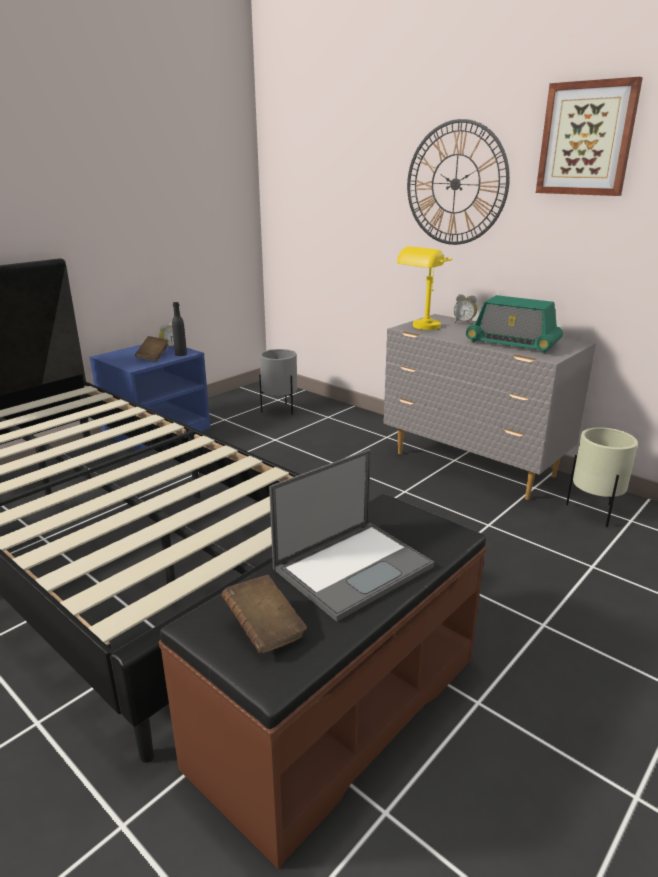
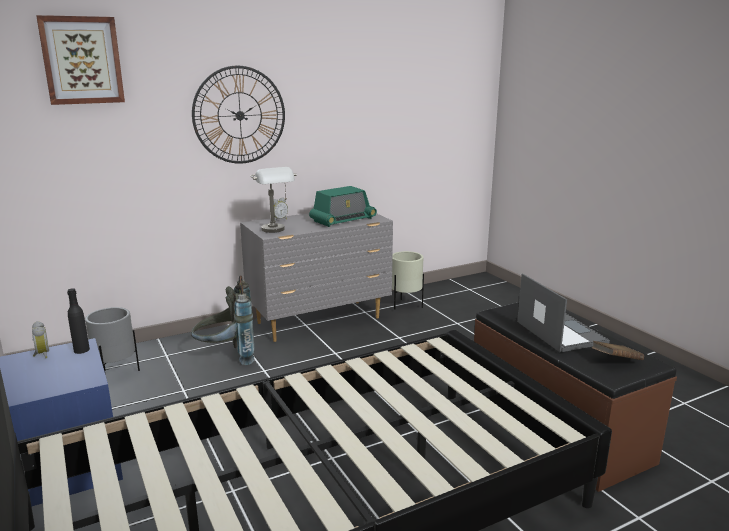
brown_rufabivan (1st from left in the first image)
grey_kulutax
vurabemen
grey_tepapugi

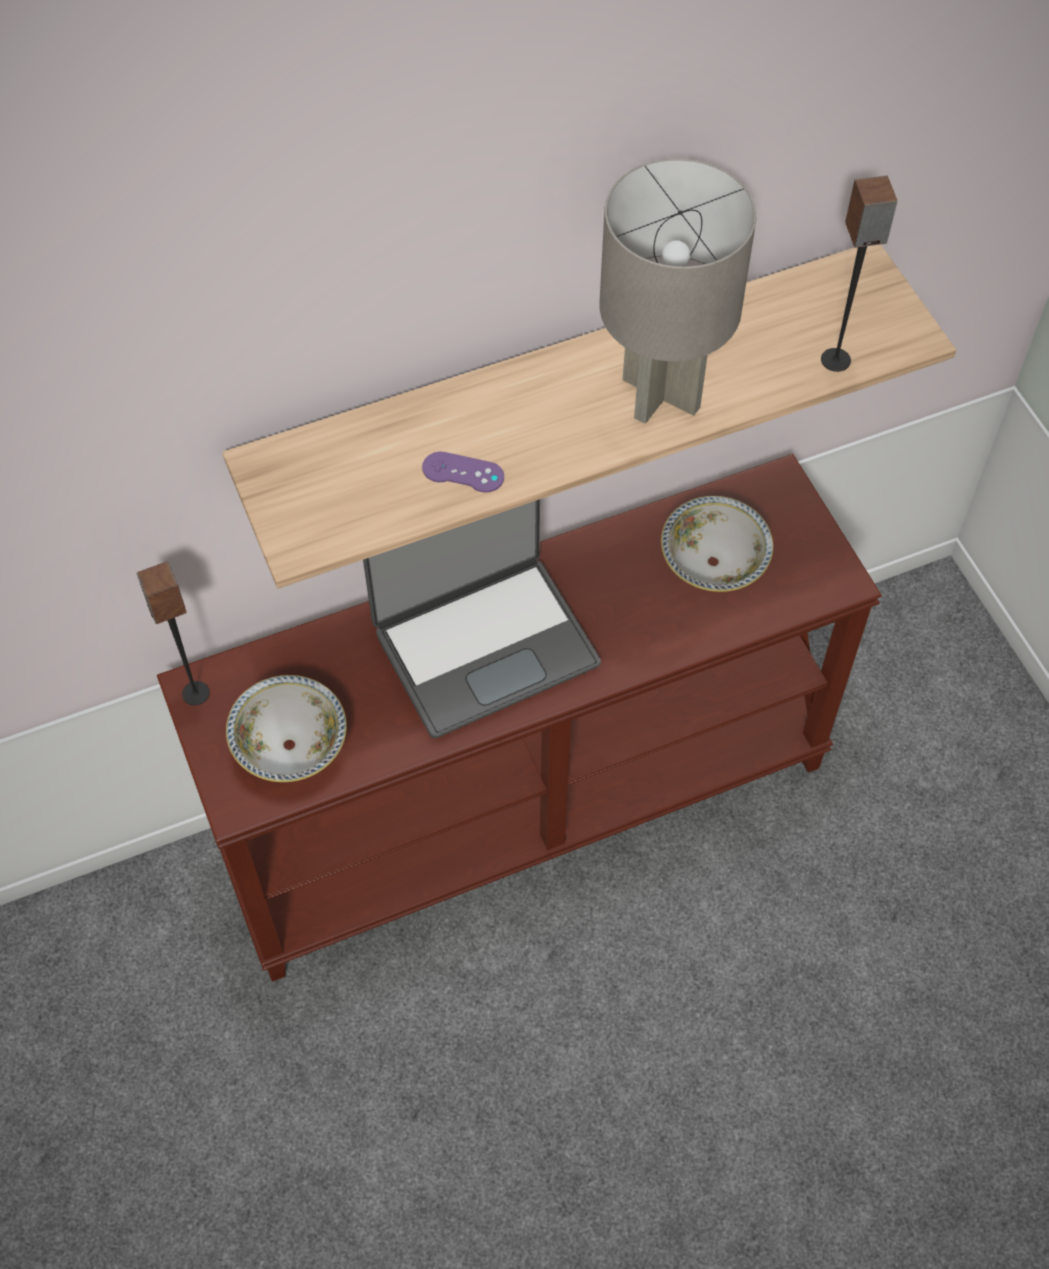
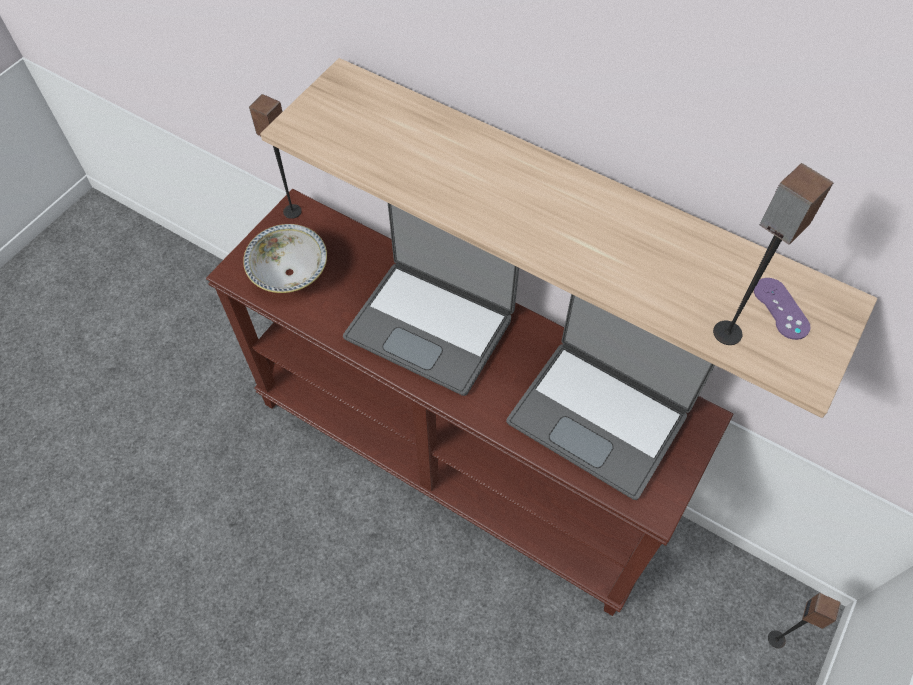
grey_tepapugi
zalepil (3rd from left)
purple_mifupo
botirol (2nd from left)

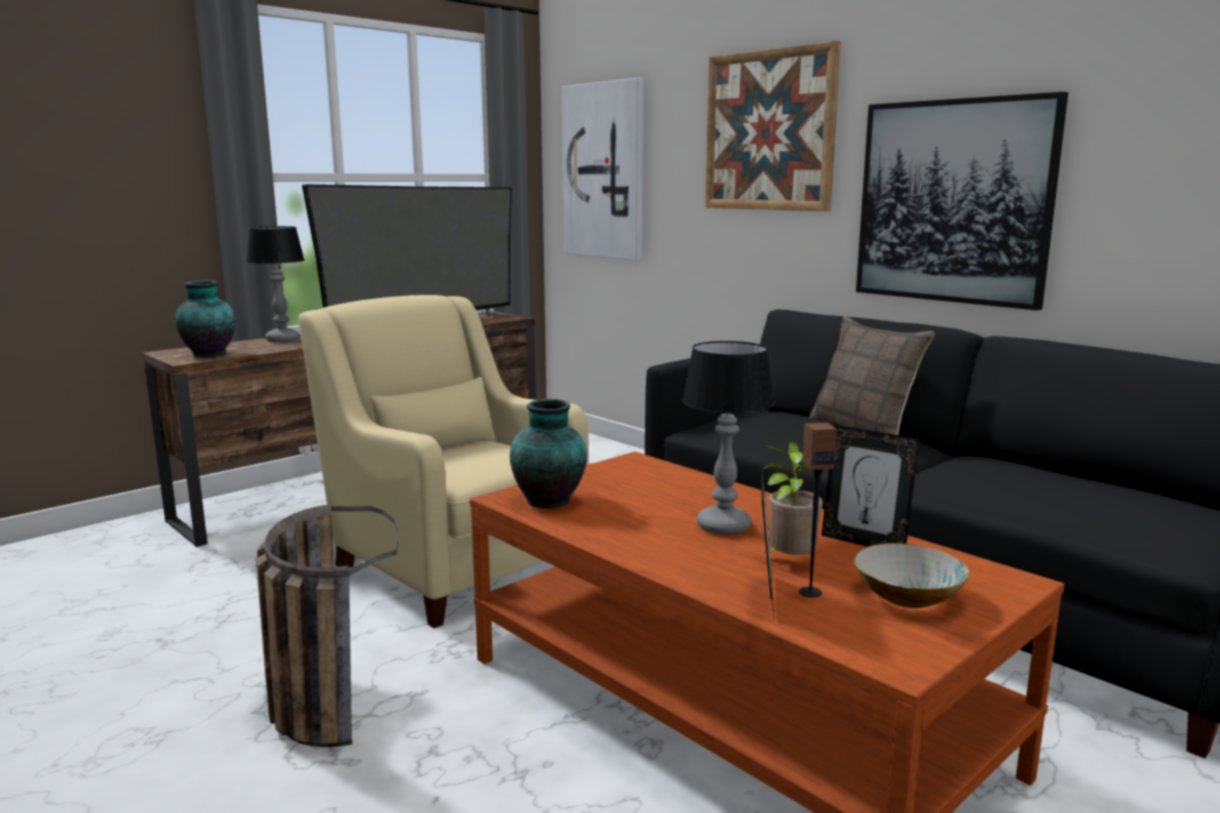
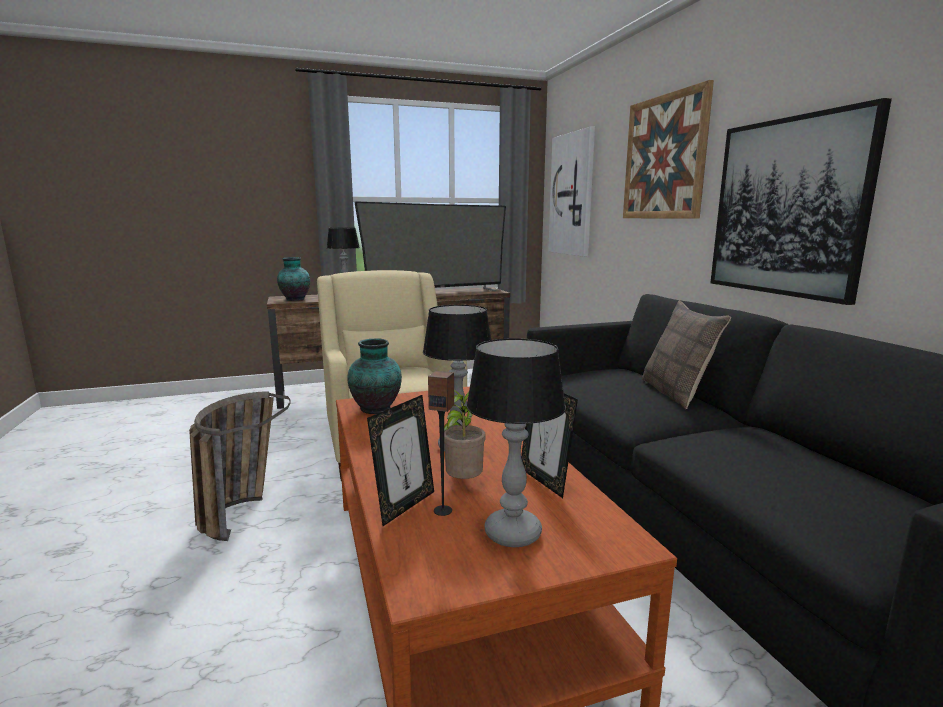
tepapugi (3rd from left)

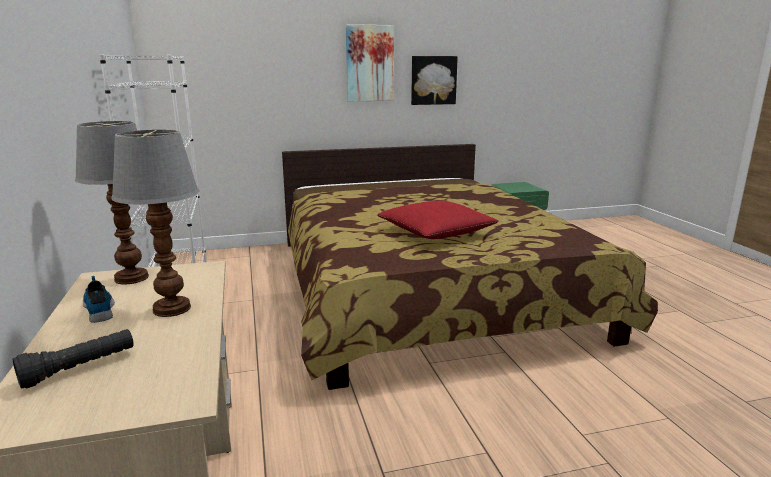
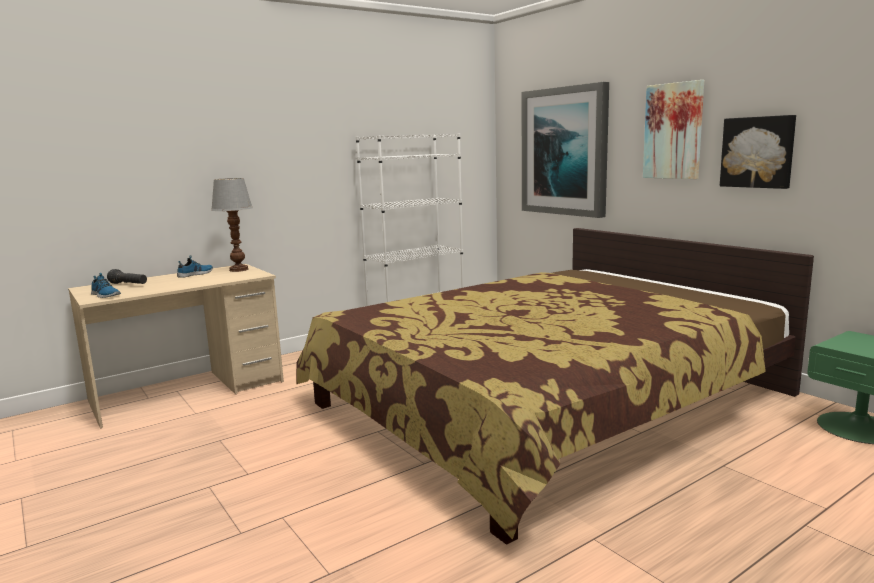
tepapugi (2nd from left in the first image)
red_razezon
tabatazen (1st from left)
vurabemen (1st from left)

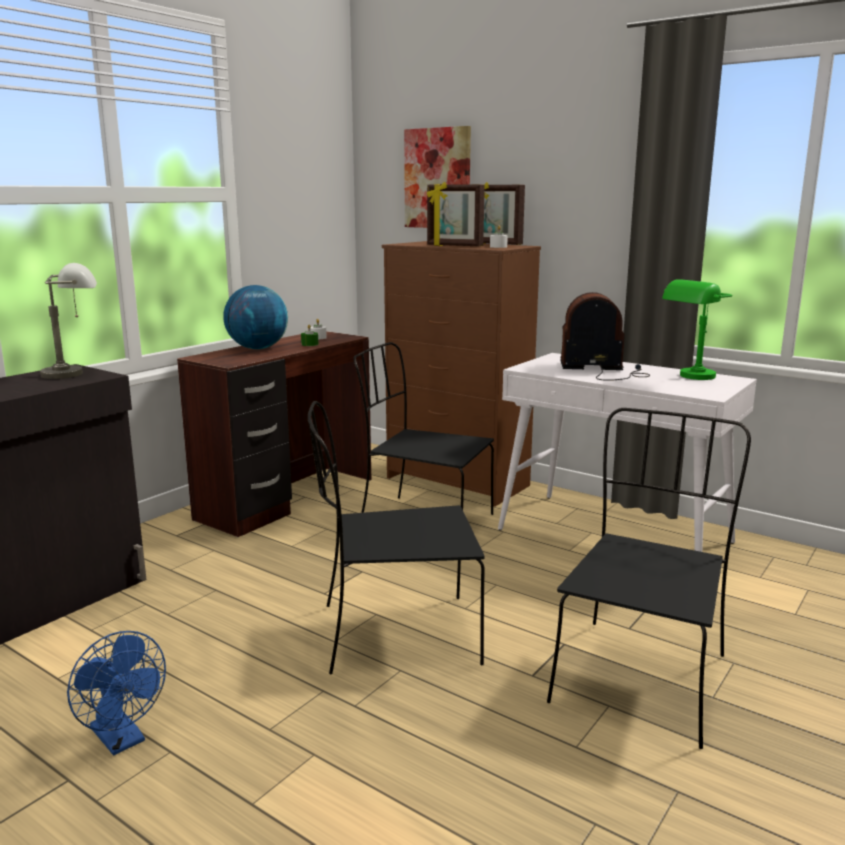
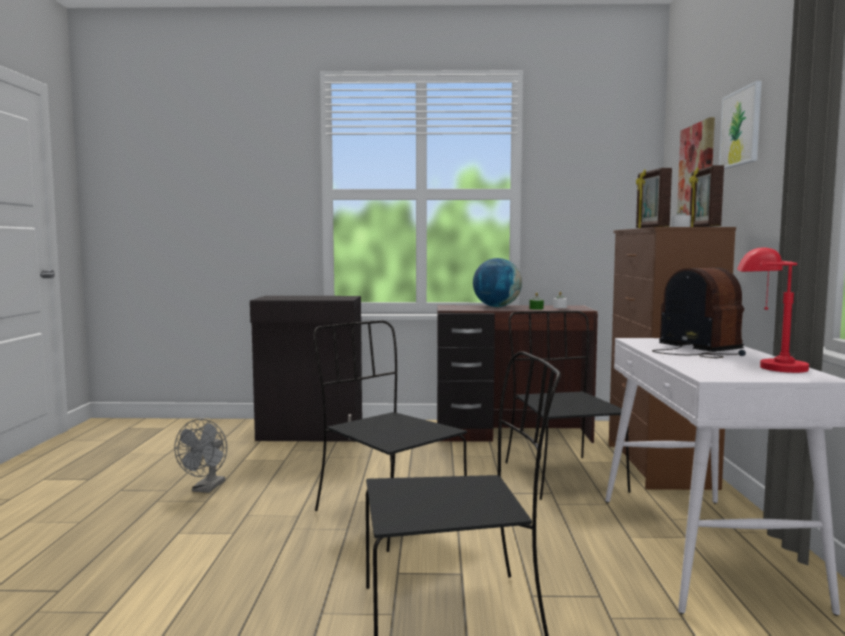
grey_tepapugi
vurabemen (2nd from left)
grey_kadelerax
red_tepapugi

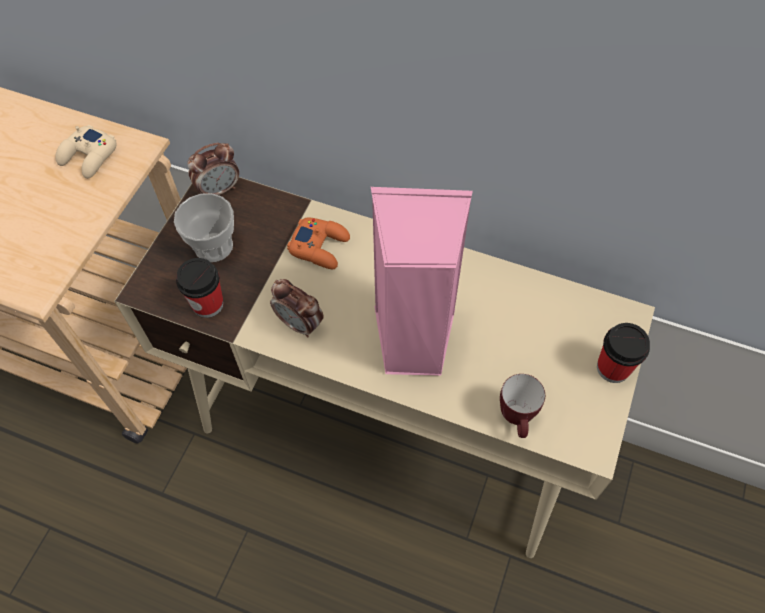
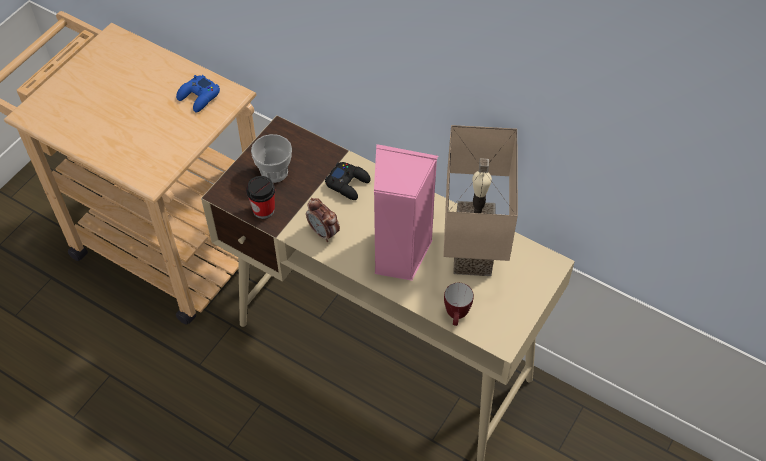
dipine (1st from left in the first image)
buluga (3rd from left in the first image)
beige_tepapugi
blue_mifupo
black_mifupo

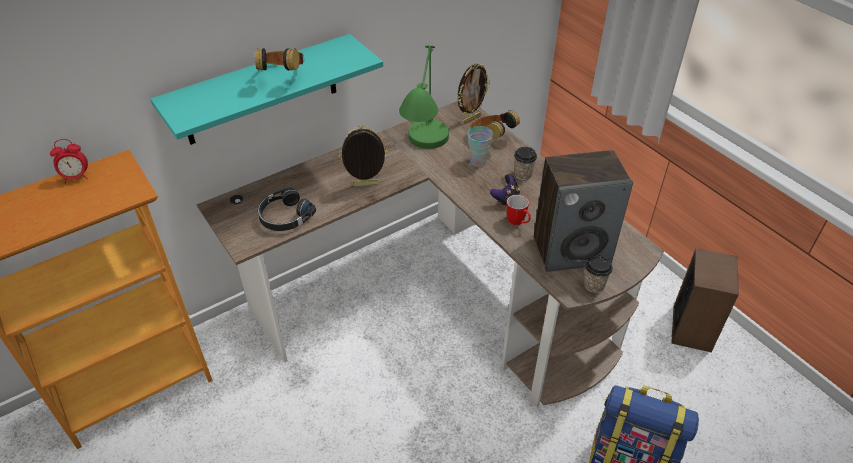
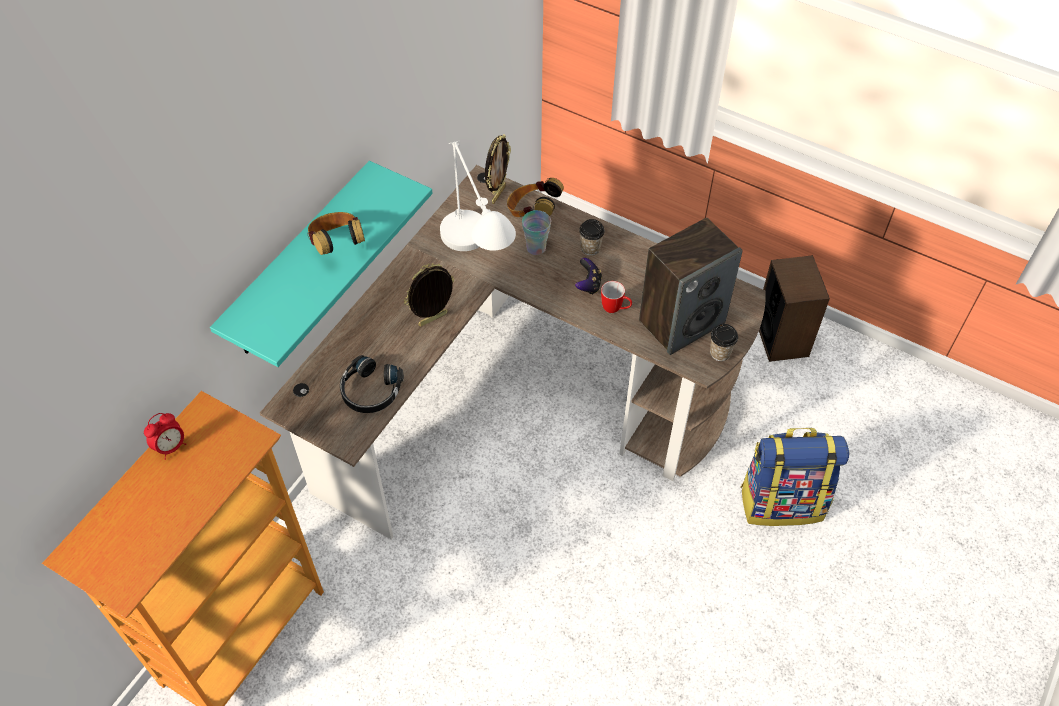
white_tepapugi

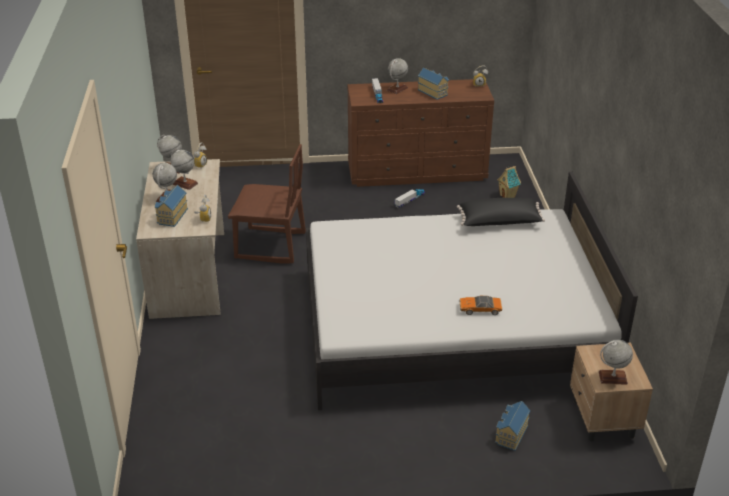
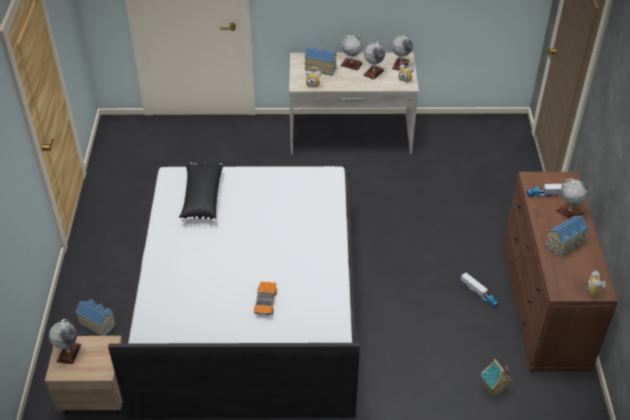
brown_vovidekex
black_razezon
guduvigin

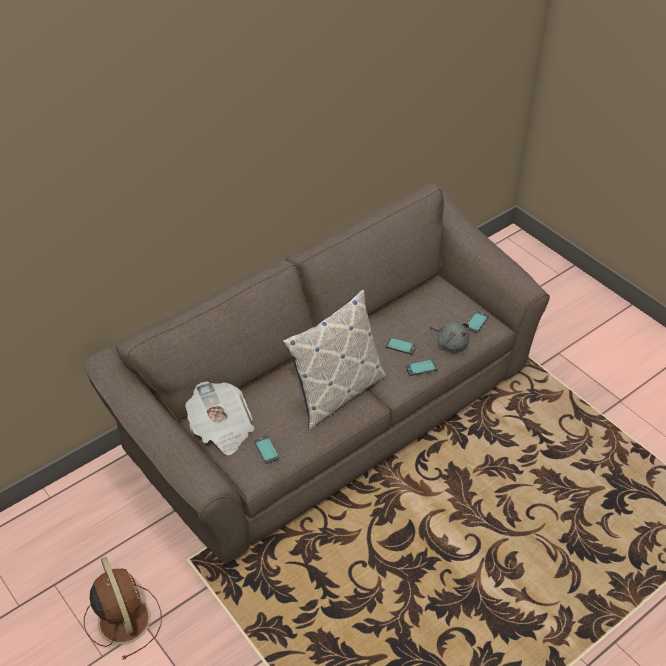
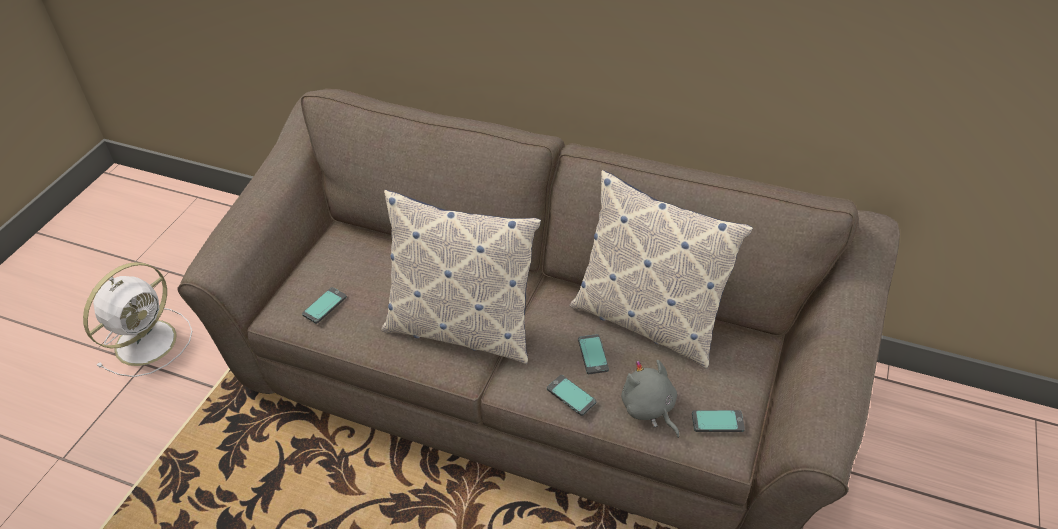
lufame
razezon (2nd from left)
white_kadelerax
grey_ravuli

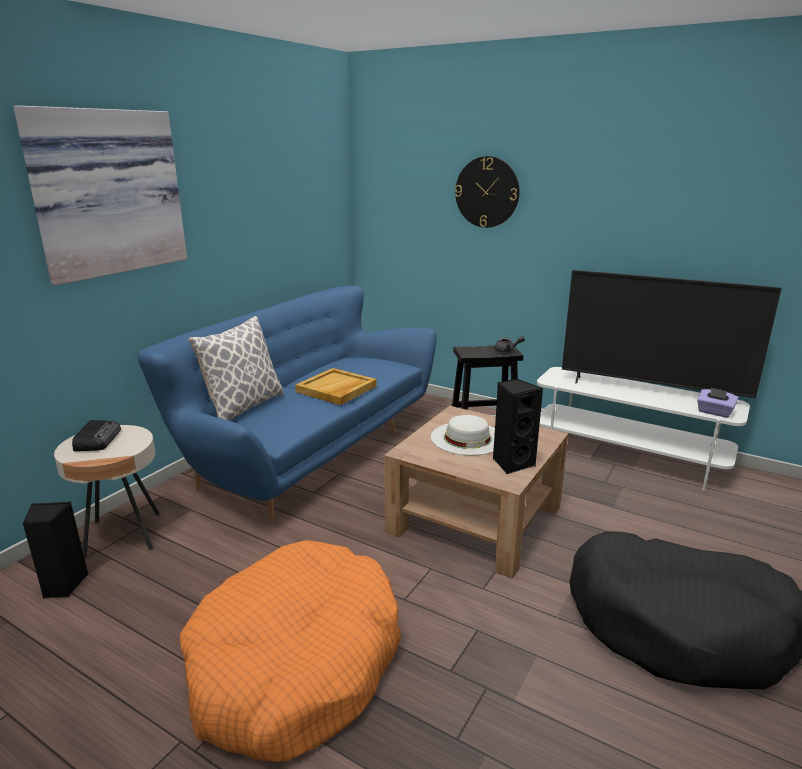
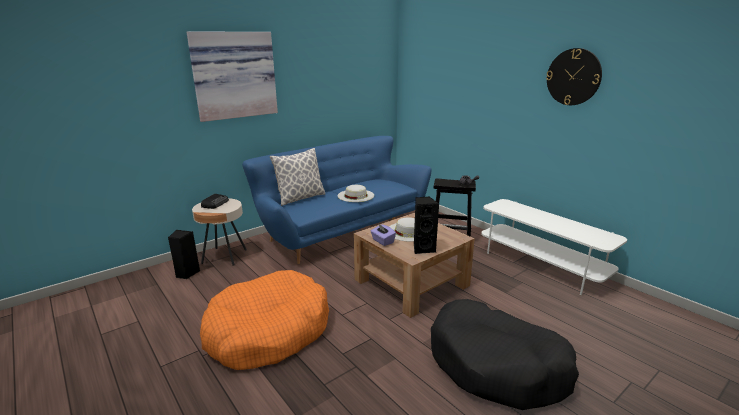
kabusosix
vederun
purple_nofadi
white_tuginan (1st from left)

